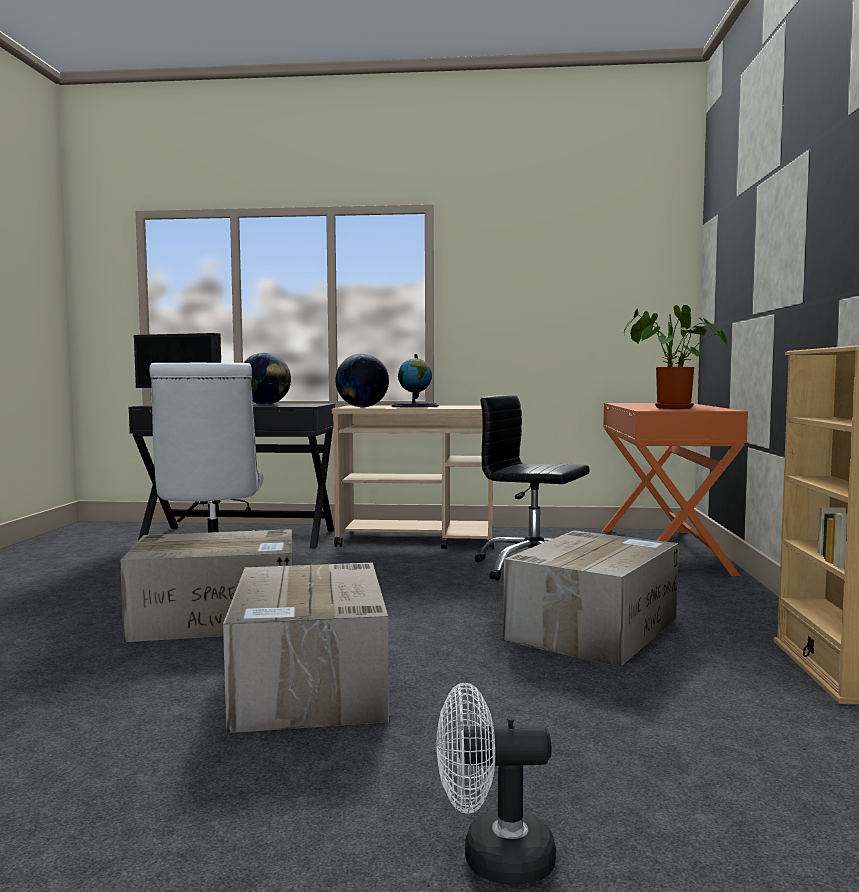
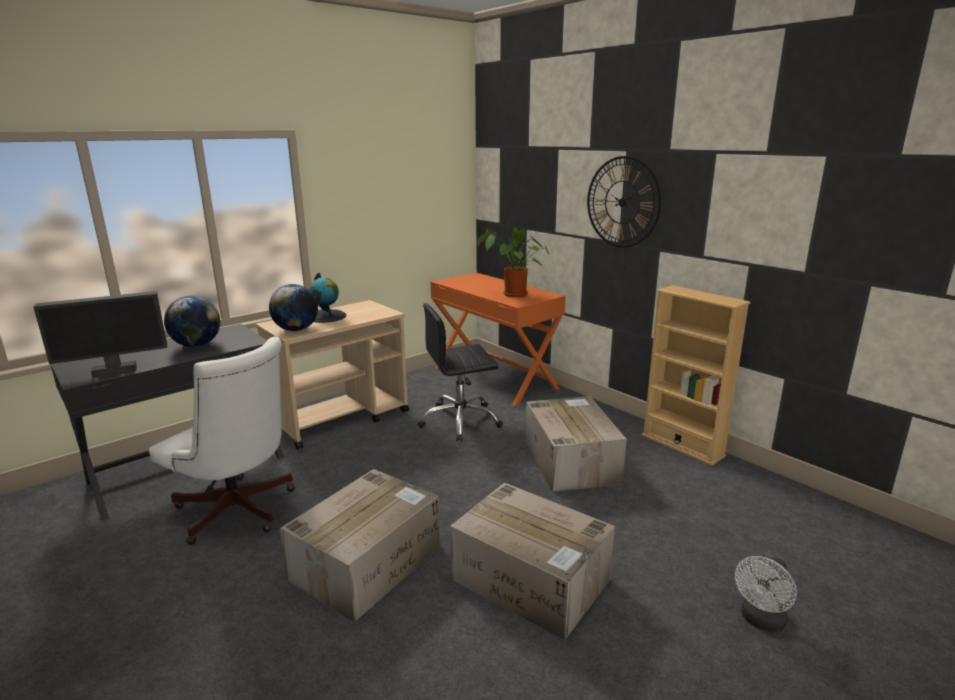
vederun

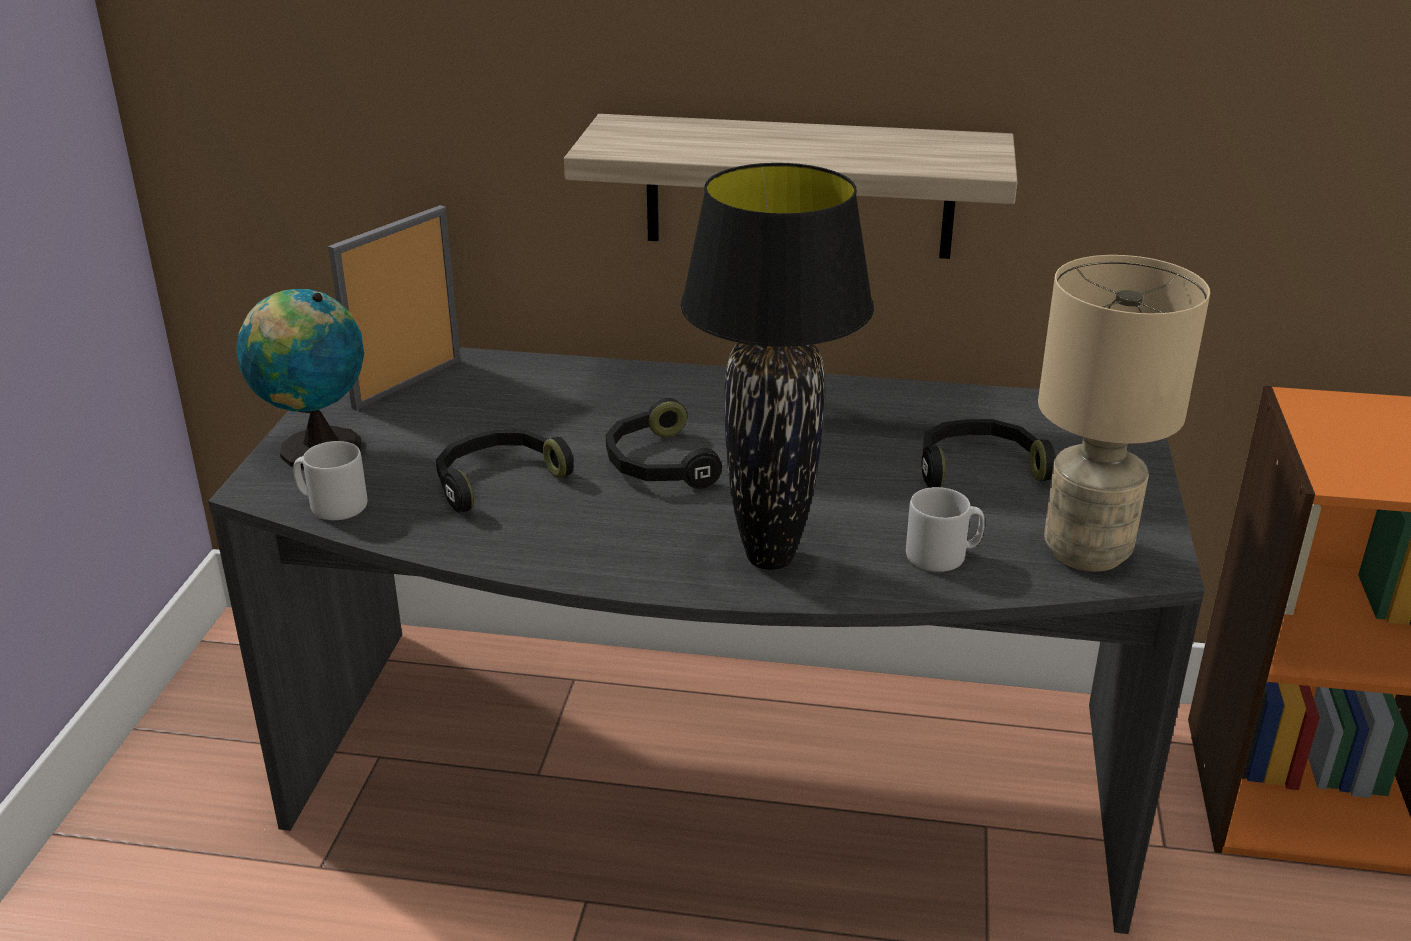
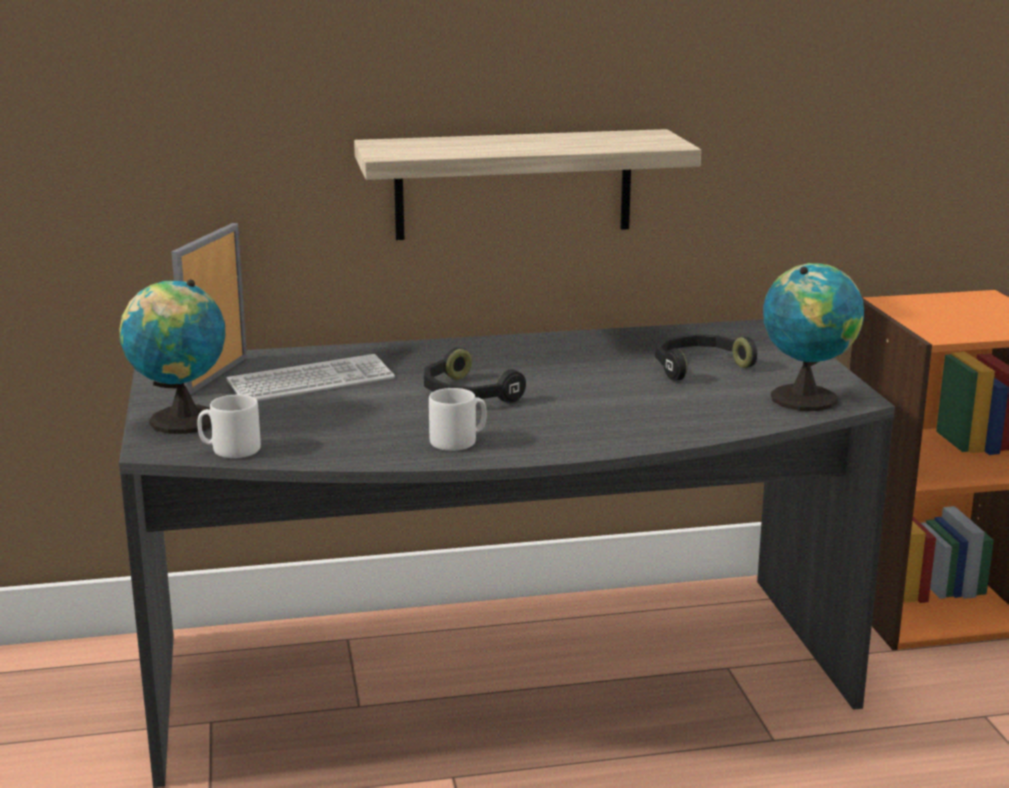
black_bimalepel (1st from left in the first image)
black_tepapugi
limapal
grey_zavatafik (2nd from left)
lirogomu (2nd from left)

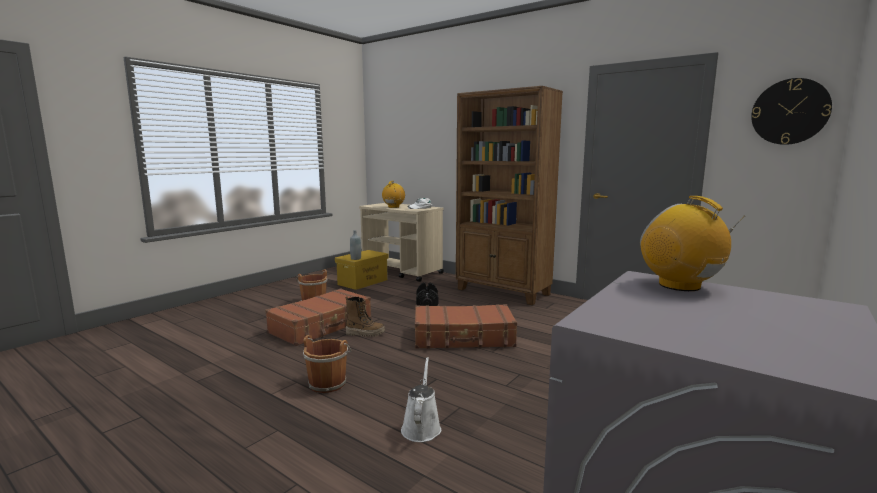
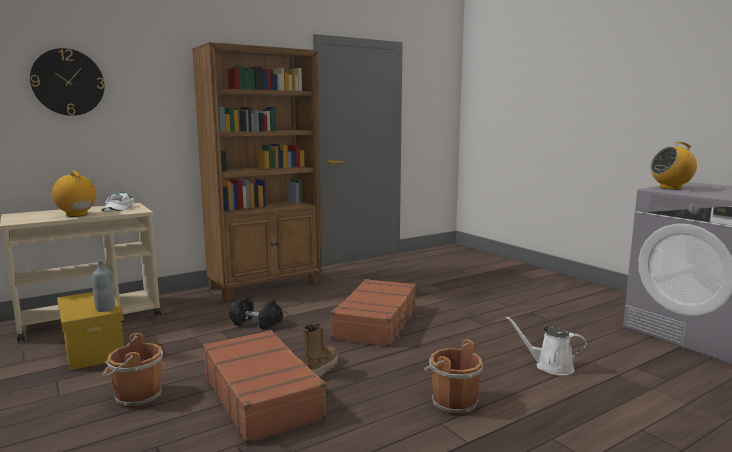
vederun

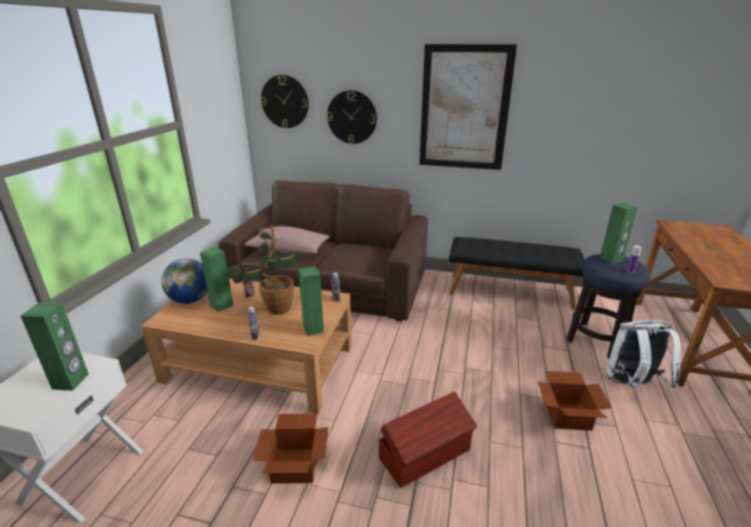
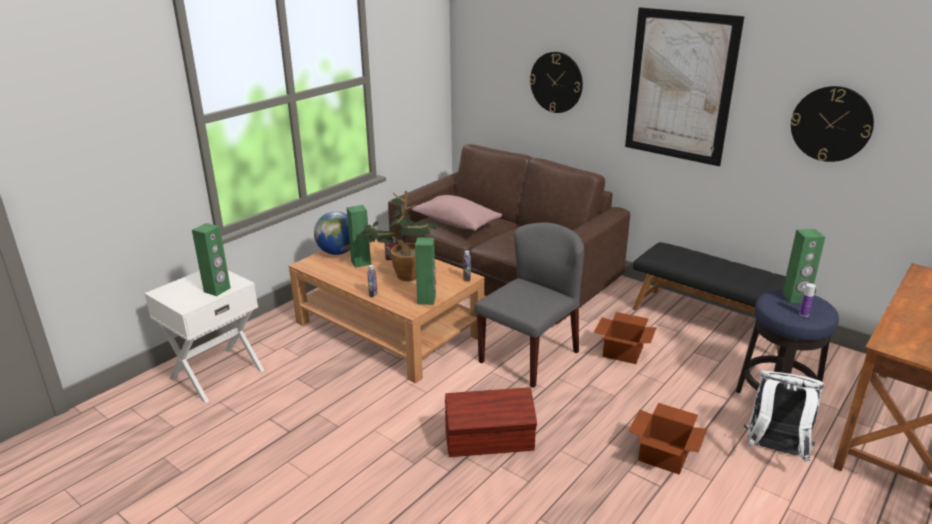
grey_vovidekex
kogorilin (1st from left)
vederun (2nd from left)

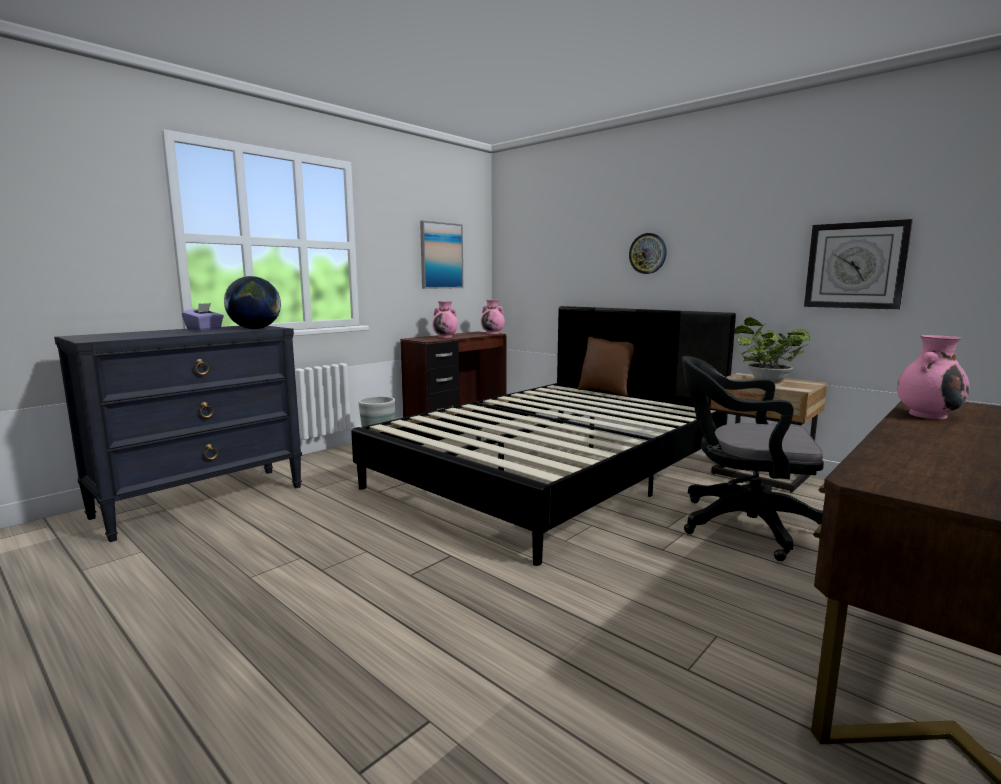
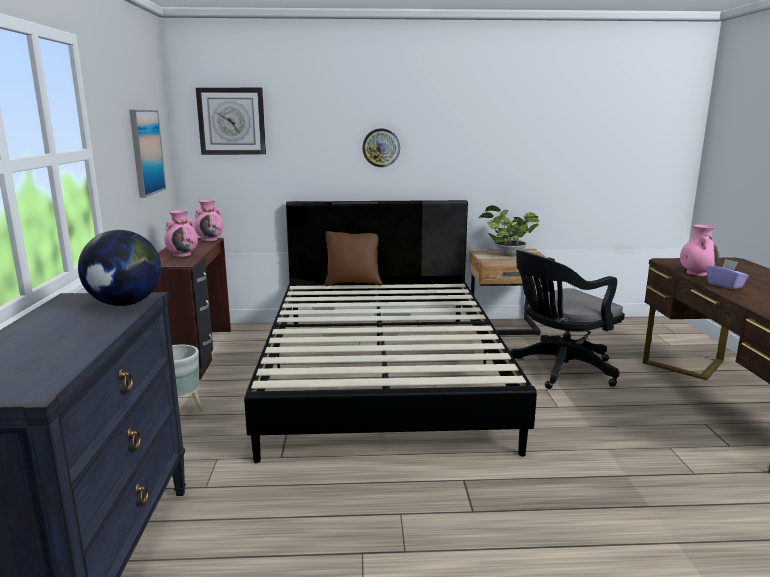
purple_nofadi
vederun (1st from left)

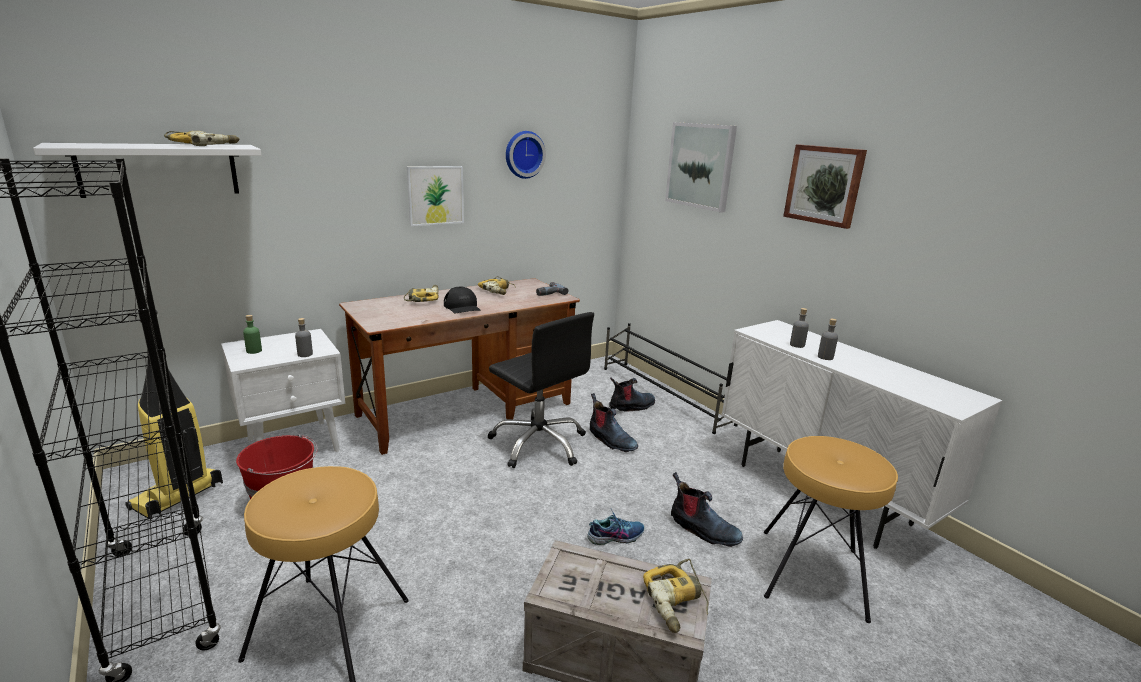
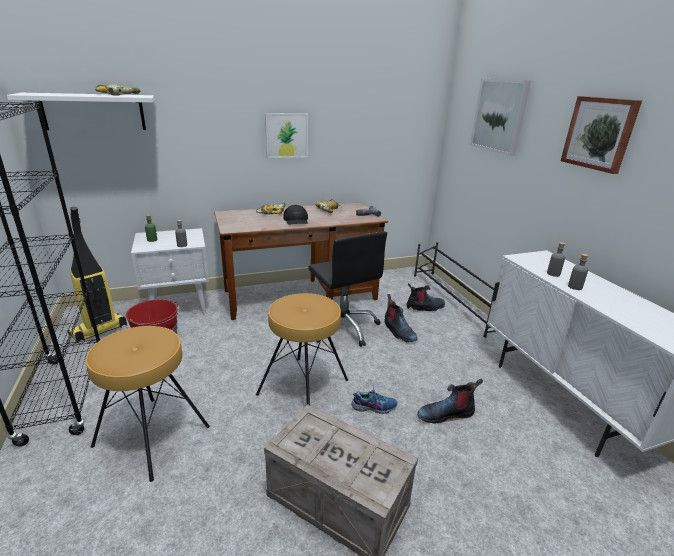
vederun
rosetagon (5th from left in the first image)
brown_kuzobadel (2nd from left)
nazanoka (3rd from left)

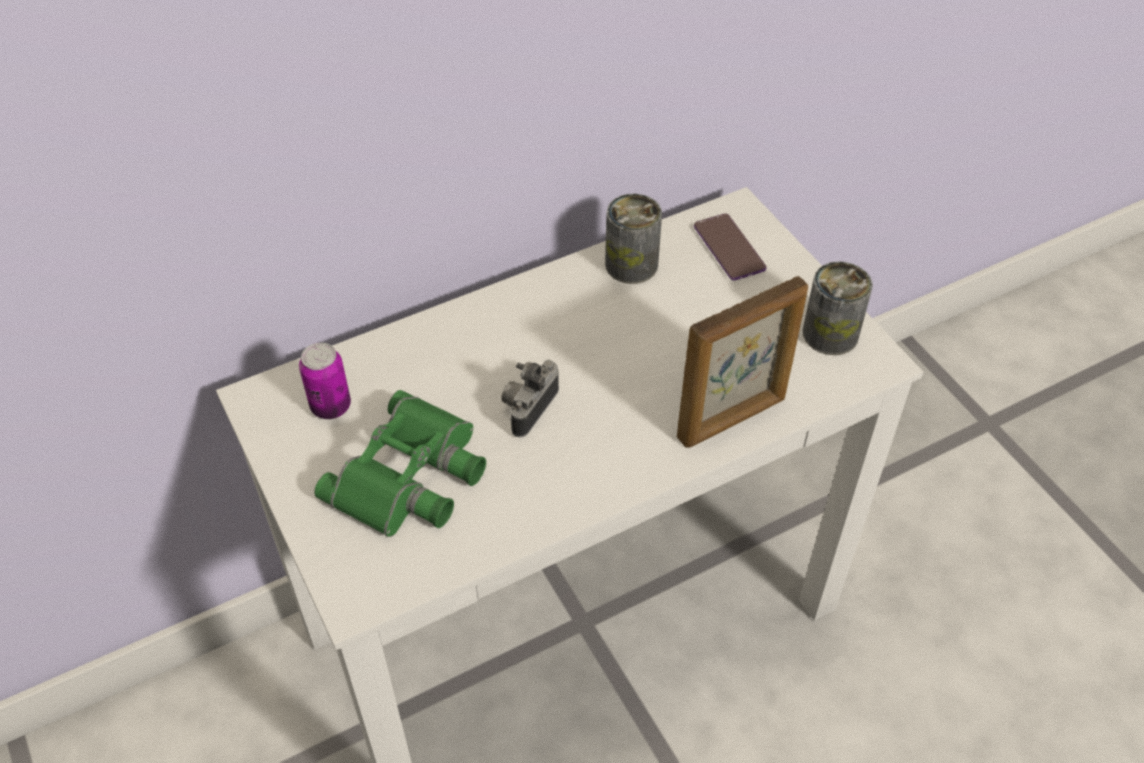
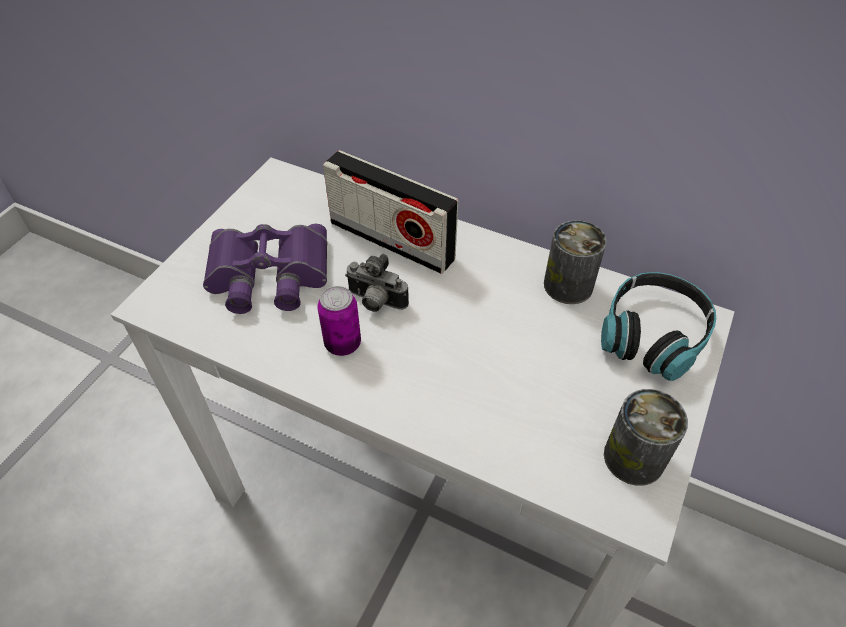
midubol
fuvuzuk
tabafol (1st from left)
bimalepel
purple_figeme
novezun

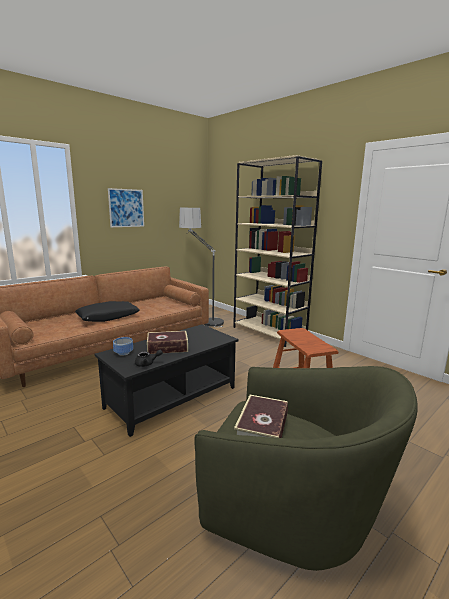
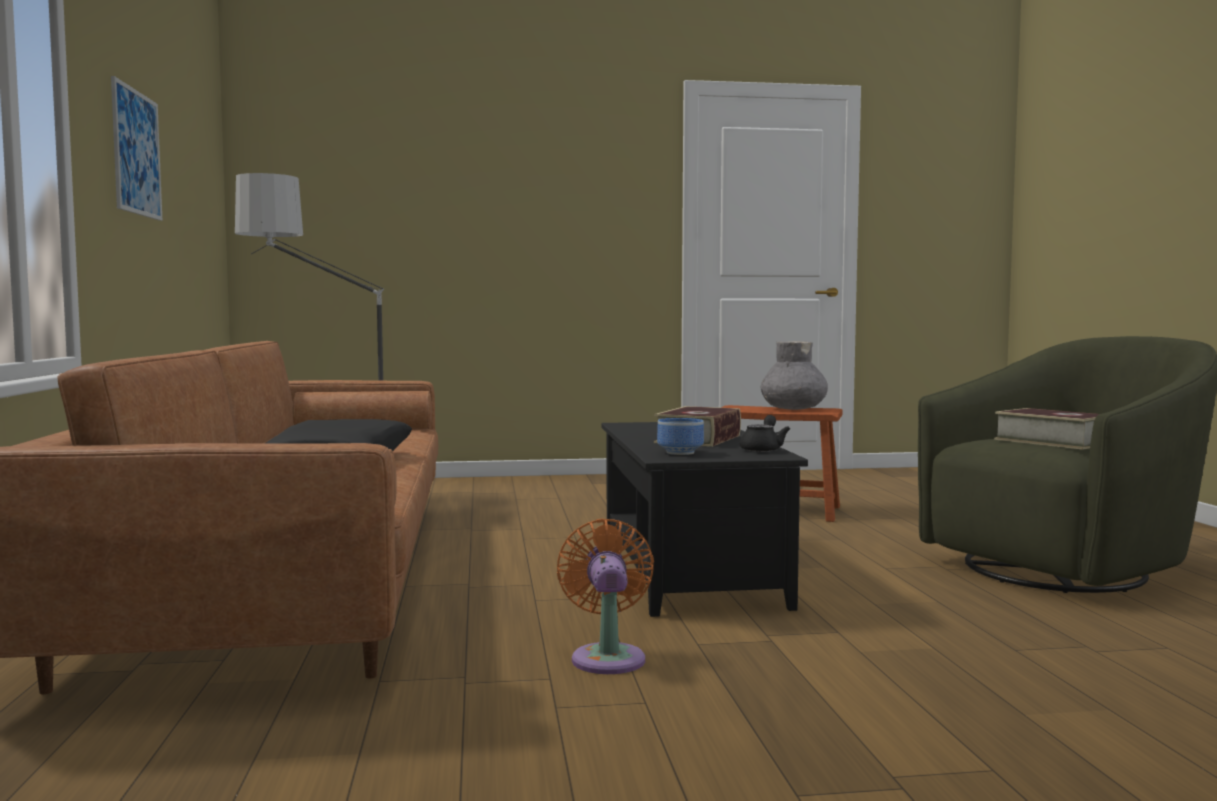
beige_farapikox
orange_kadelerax
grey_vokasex

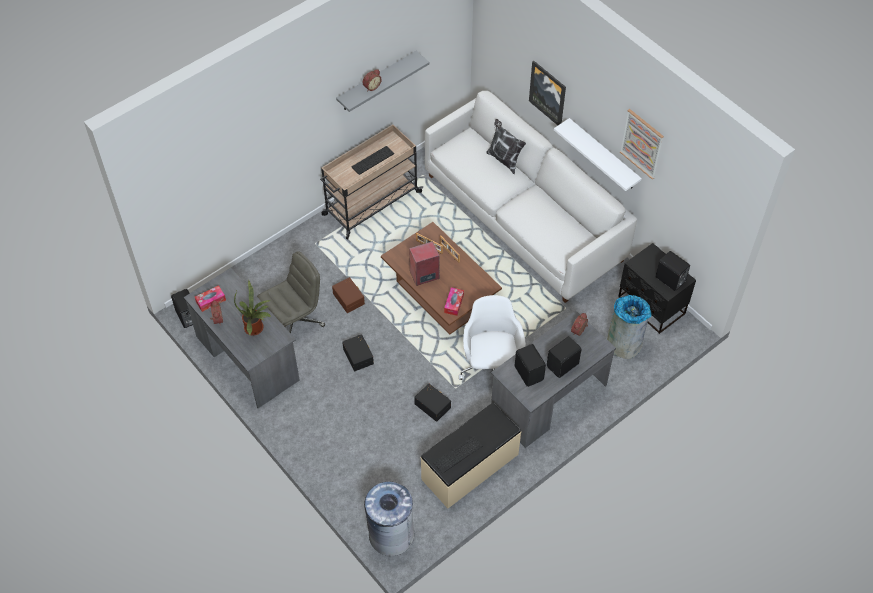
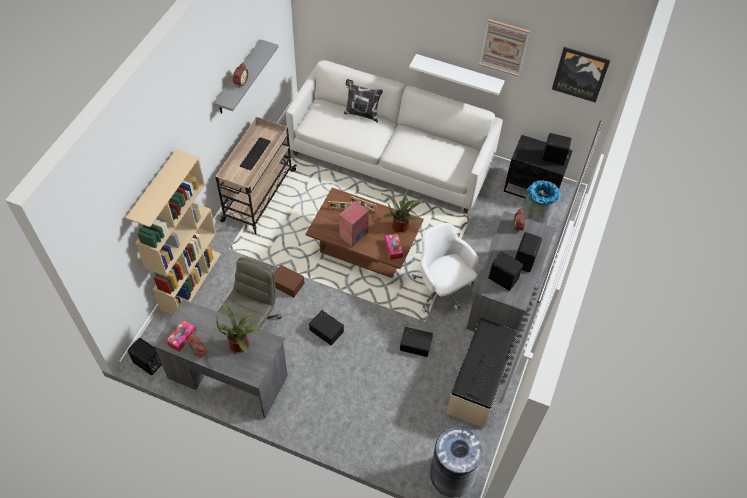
beige_farapikox
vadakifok (2nd from left)
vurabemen (2nd from left)

